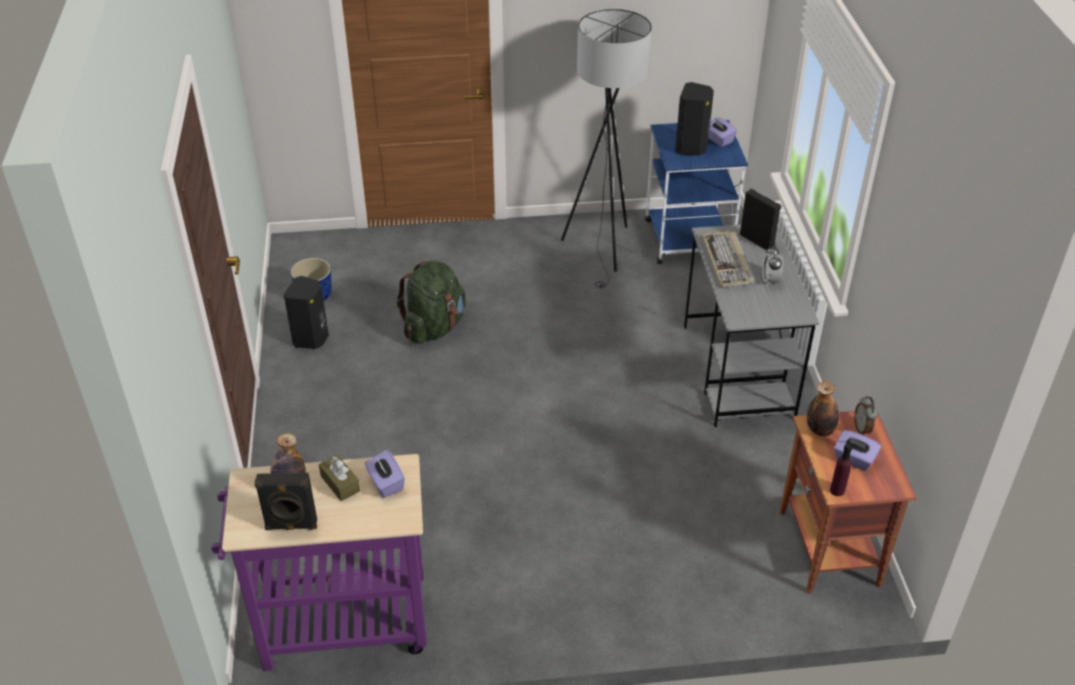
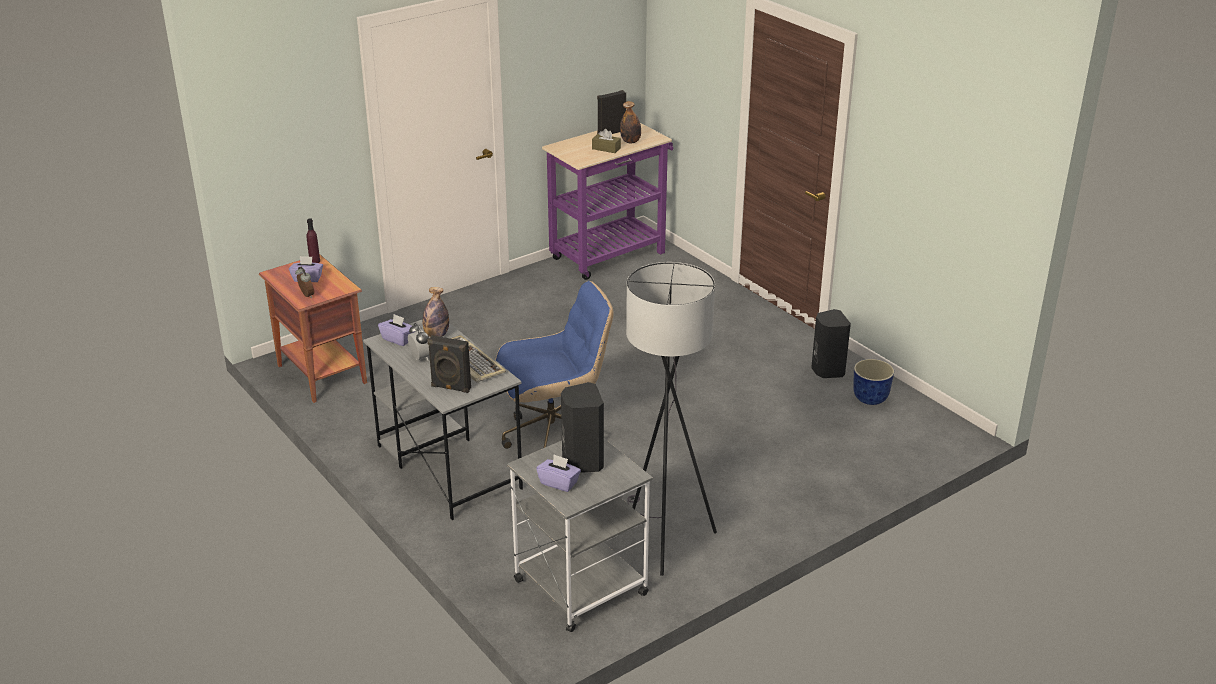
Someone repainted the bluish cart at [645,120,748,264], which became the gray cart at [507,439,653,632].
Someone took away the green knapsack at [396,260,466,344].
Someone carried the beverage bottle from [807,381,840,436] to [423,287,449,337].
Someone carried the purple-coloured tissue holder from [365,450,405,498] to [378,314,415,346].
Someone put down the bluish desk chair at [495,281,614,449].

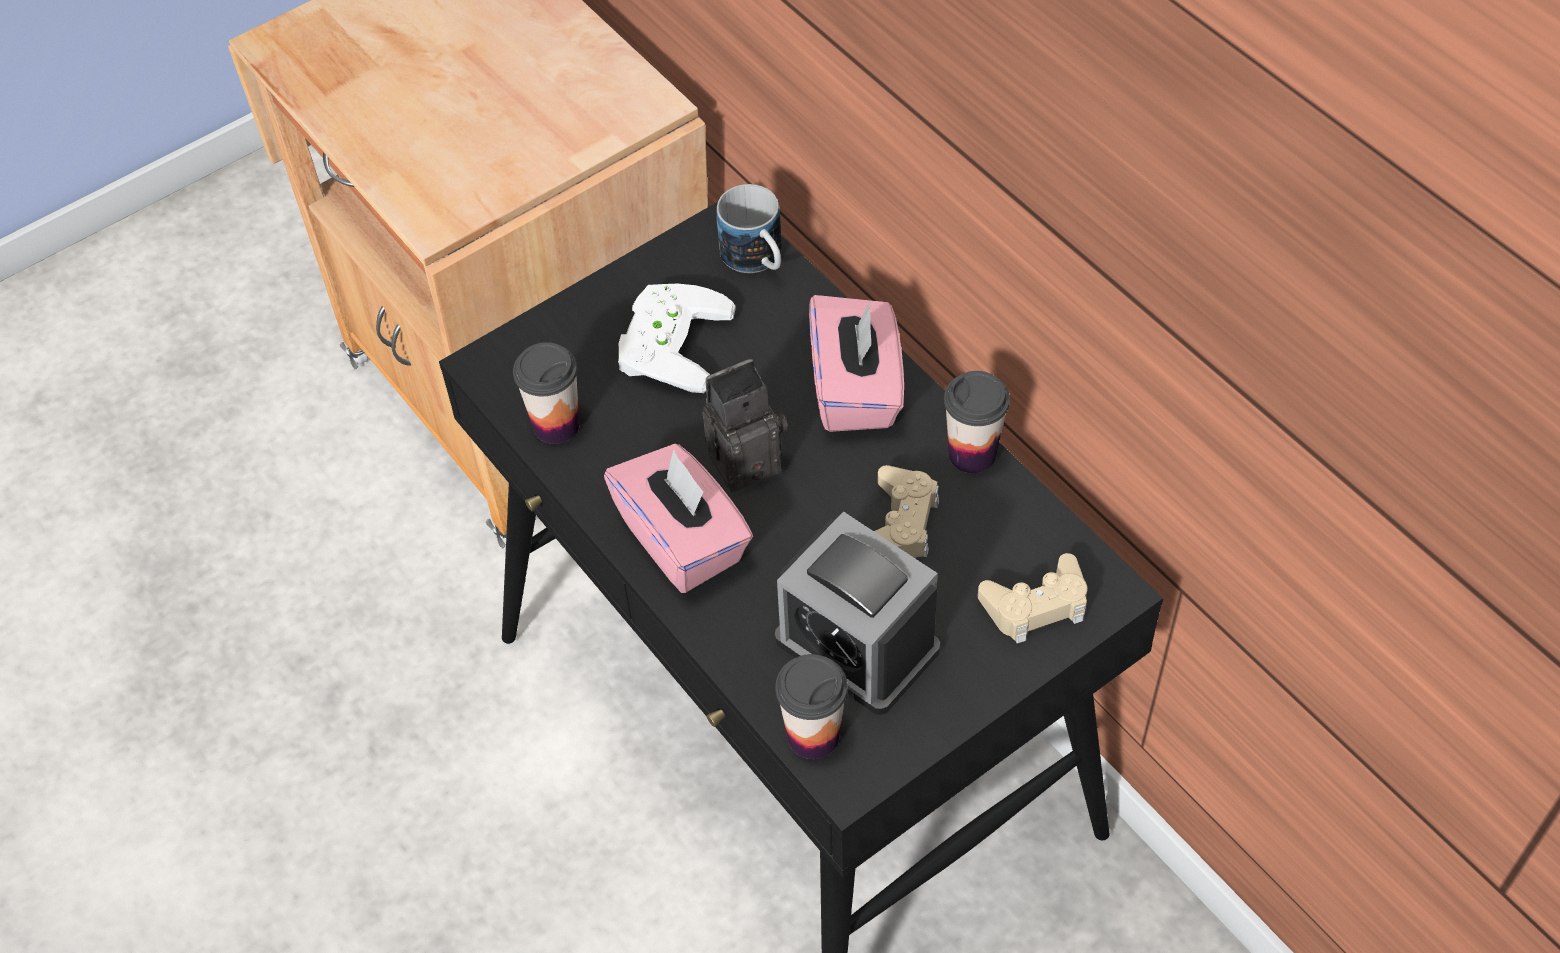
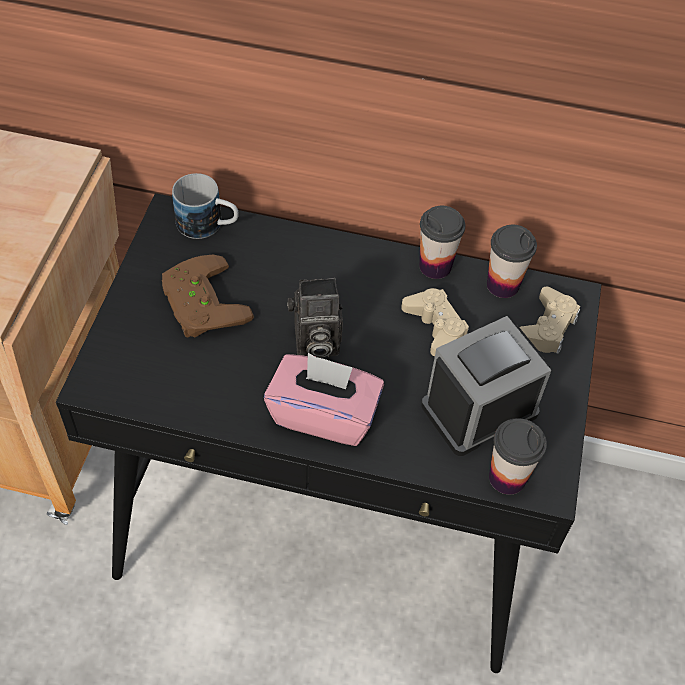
Someone repainted the whitish game controller at [618,284,736,393], which became the brown game controller at [162,255,254,337].
Someone took away the pinkish tissue holder at [809,295,904,432].
Someone carried the drinking cup from [513,342,580,444] to [487,225,537,298].
Someone rotated the still camera at [702,359,788,492] by 120 degrees counterclockwise.
Someone rotated the alarm clock at [775,511,940,715] by 150 degrees clockwise.

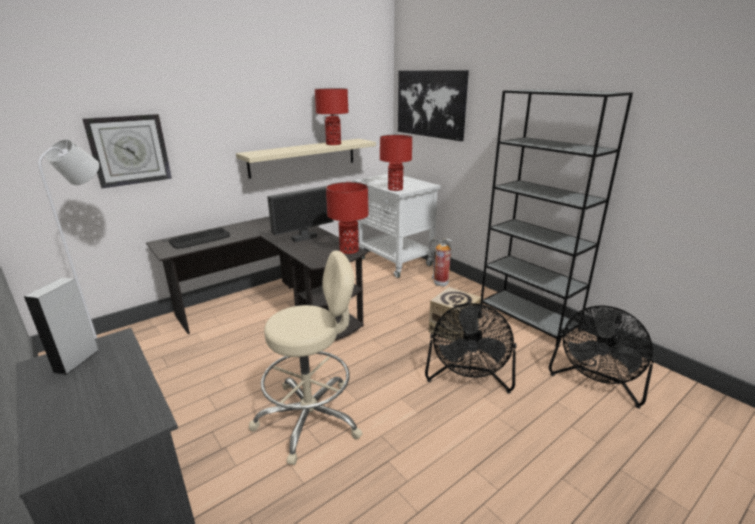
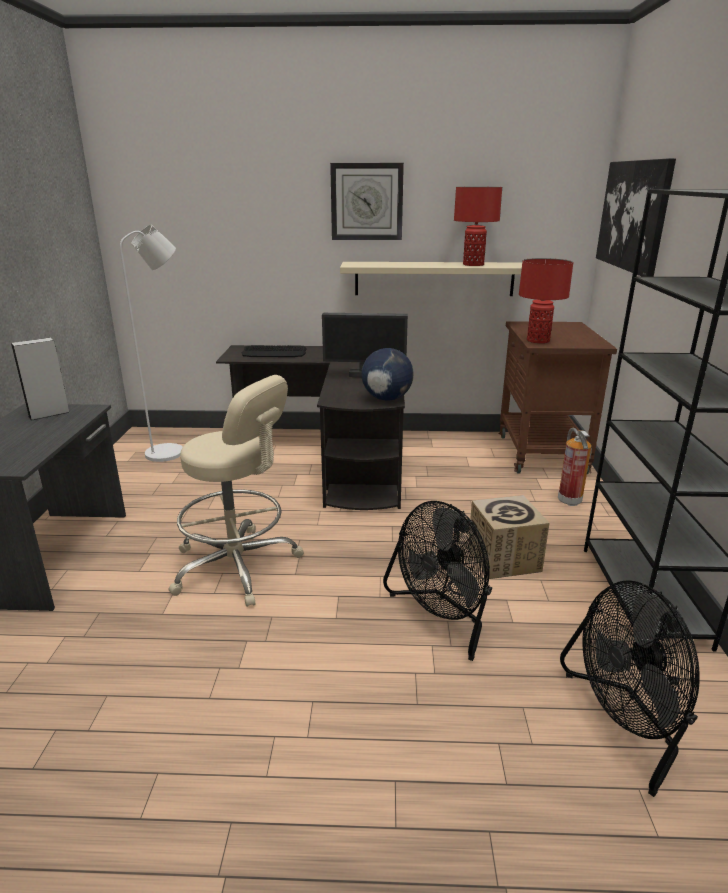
Someone carried the wall clock from [83,114,172,188] to [330,163,404,240].
Someone repainted the whitish cart at [353,174,441,278], which became the brown cart at [499,321,617,474].
Someone swapped the red lamp for a table at [326,182,369,254] for the desk globe at [361,348,414,401].

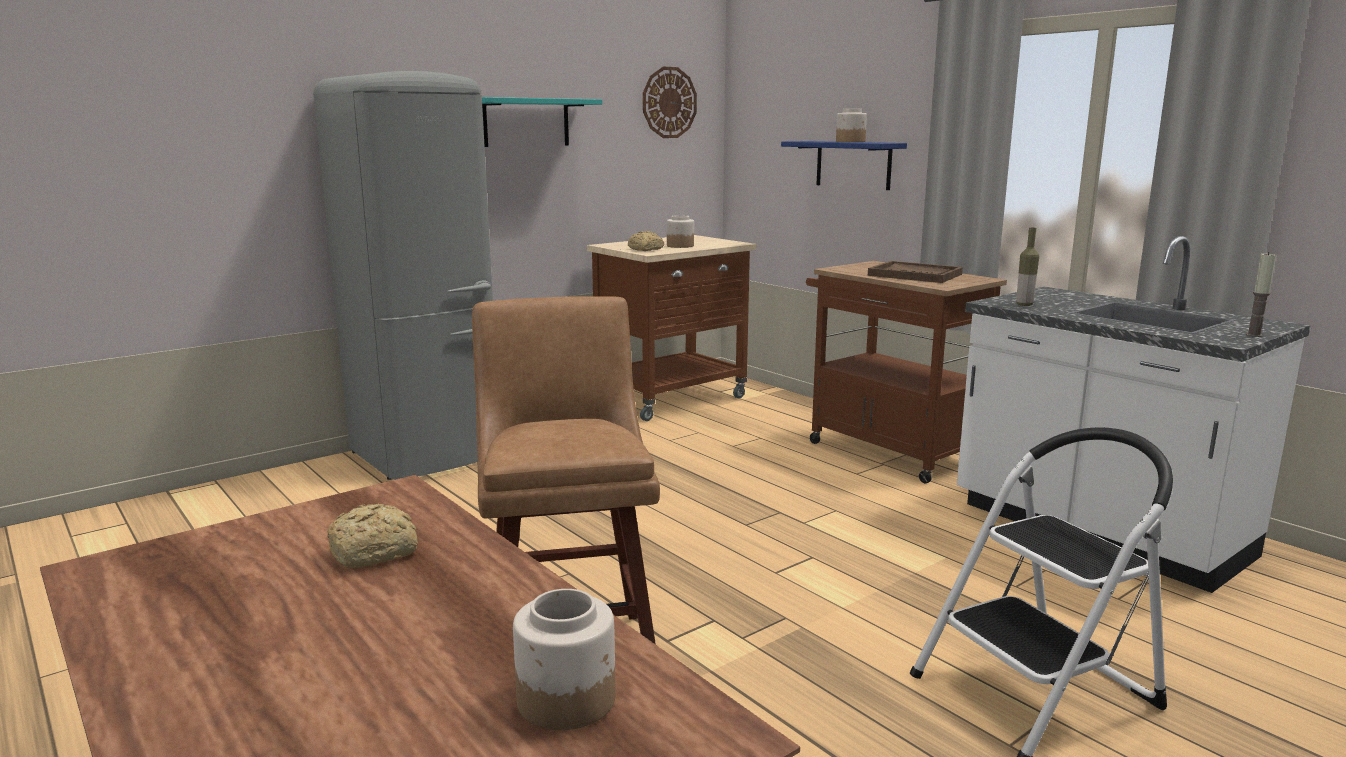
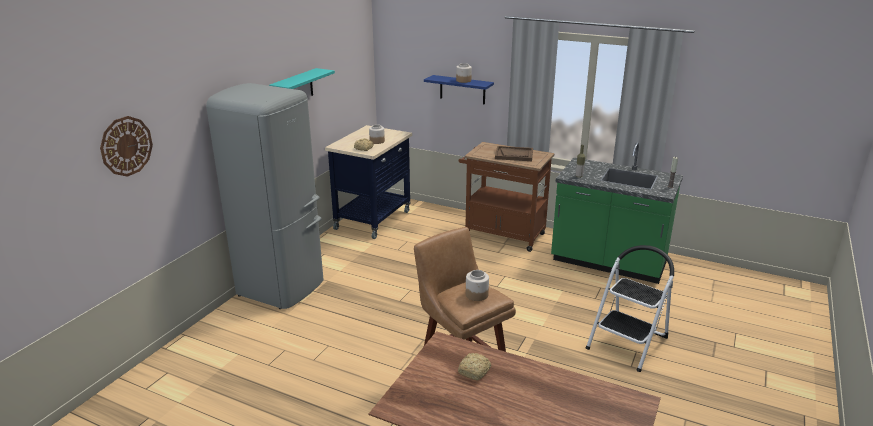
Someone carried the wall clock from [643,67,697,138] to [100,116,153,177].
Someone repainted the brown cart at [587,235,756,421], which became the bluish cart at [325,125,412,239].
Someone repainted the whitish kitchen base unit at [957,236,1311,593], which became the green kitchen base unit at [551,142,683,284].
Someone carried the jar from [513,589,616,730] to [466,270,489,301].

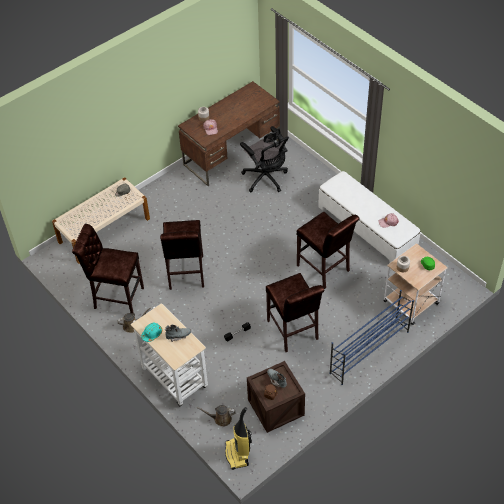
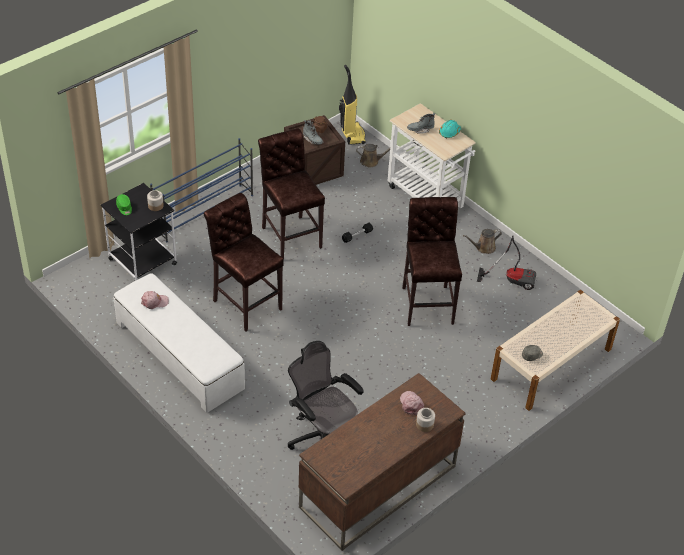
Someone swapped the brown stool at [72,224,144,314] for the vacuum at [477,235,536,290].
Someone repainted the sand-coloured cart at [383,243,448,325], which became the black-coloured cart at [101,183,177,281].

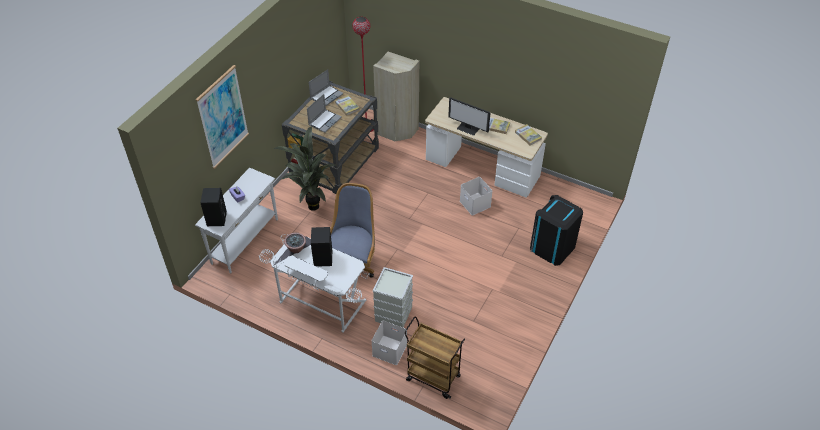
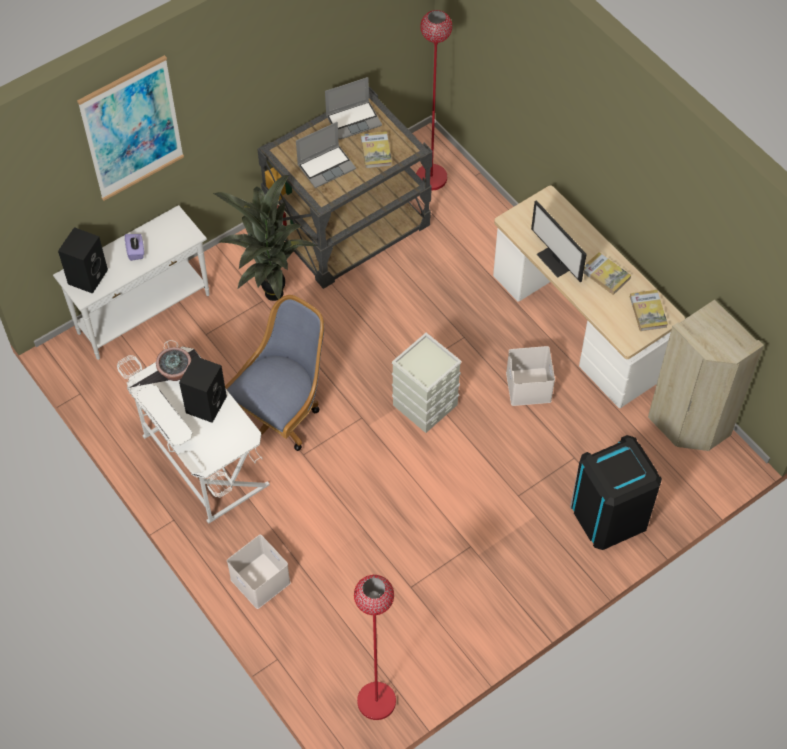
Someone carried the sand-coloured storage cabinet from [373,51,419,141] to [648,300,764,451].
Someone carried the gray storage box from [373,267,413,327] to [392,333,462,433].
Someone took away the brown cart at [405,316,465,399].
Someone put down the red standing lamp at [354,575,396,720].

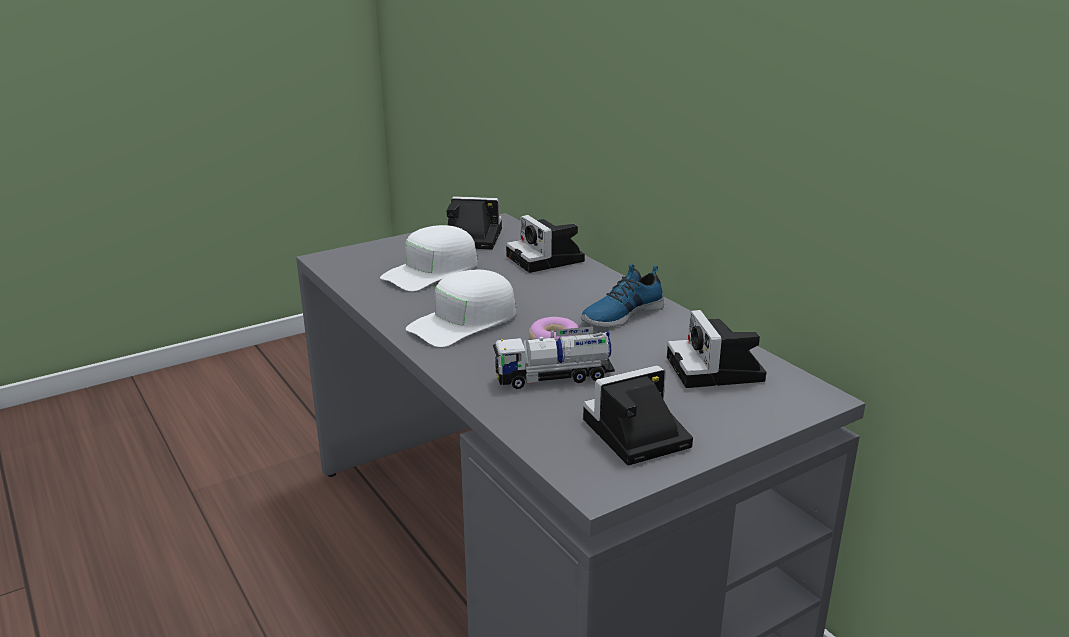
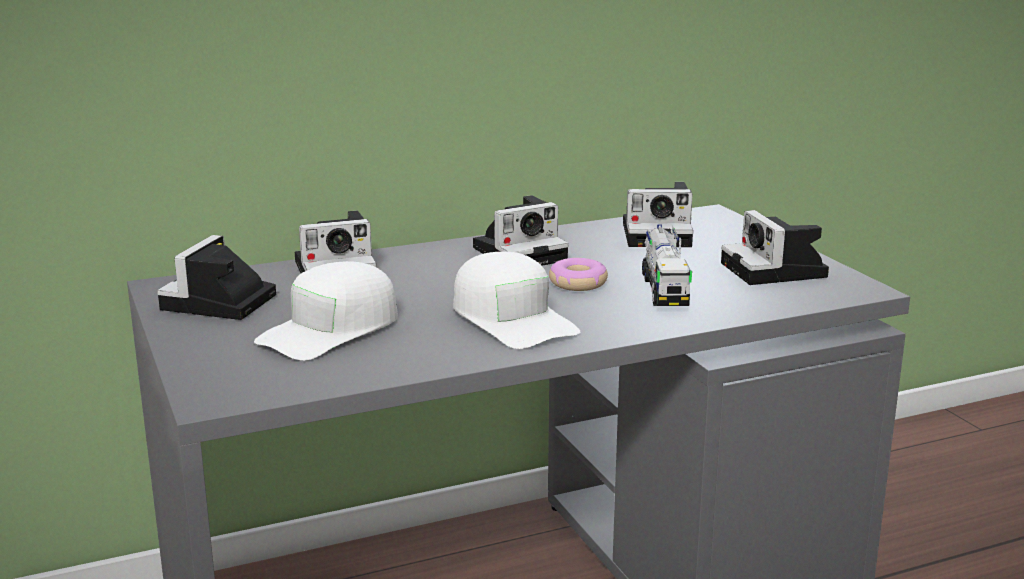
Someone rotated the whitish cap at [380,225,478,291] by 75 degrees clockwise.
Someone swapped the item of footwear at [581,263,664,327] for the still camera at [473,195,568,266].

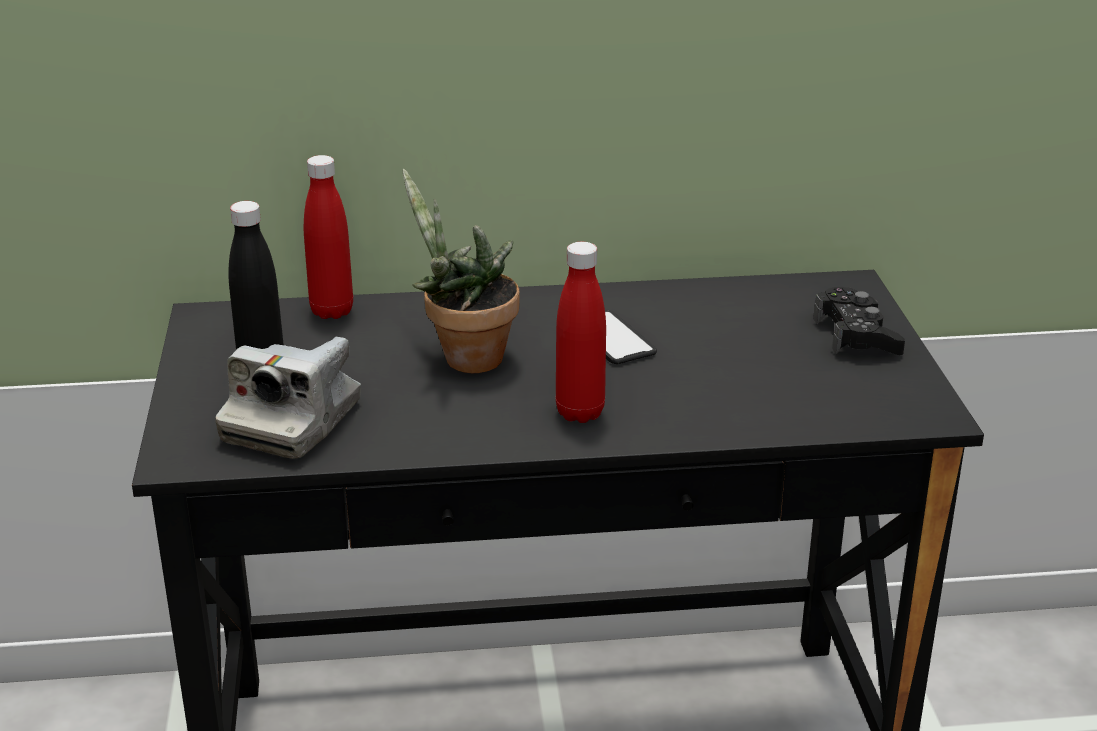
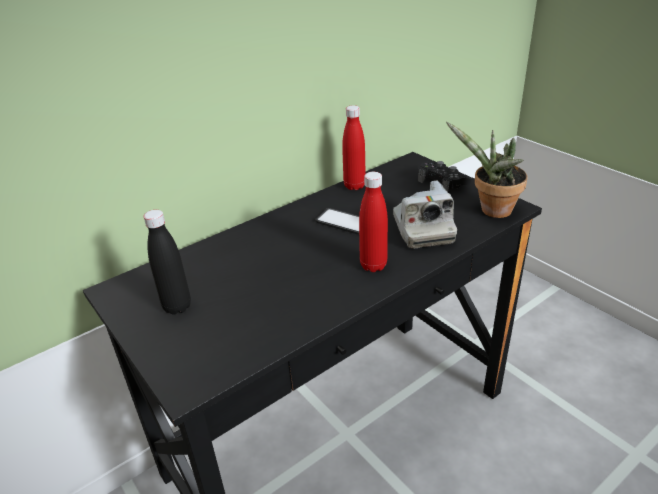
Someone carried the red beverage bottle from [304,155,353,319] to [342,105,366,190].
Someone carried the potted plant from [403,168,520,373] to [446,122,528,218].
Someone carried the still camera from [215,337,361,459] to [393,180,457,249].

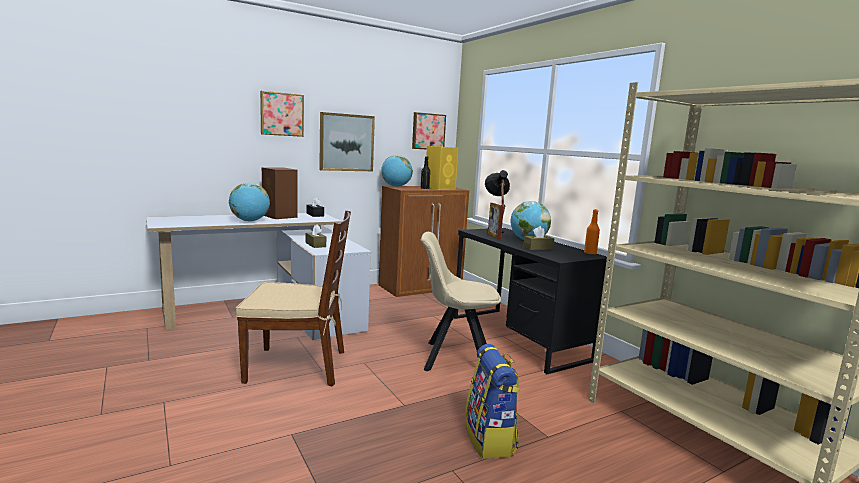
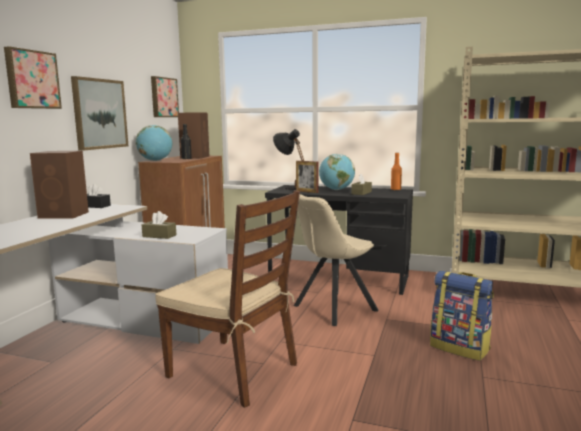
Someone repainted the yellow-coloured speaker at [426,146,458,190], which became the brown speaker at [178,112,209,158].
Someone took away the desk globe at [229,183,270,222].
Someone rotated the brown plain chair at [236,210,351,386] by 75 degrees clockwise.

